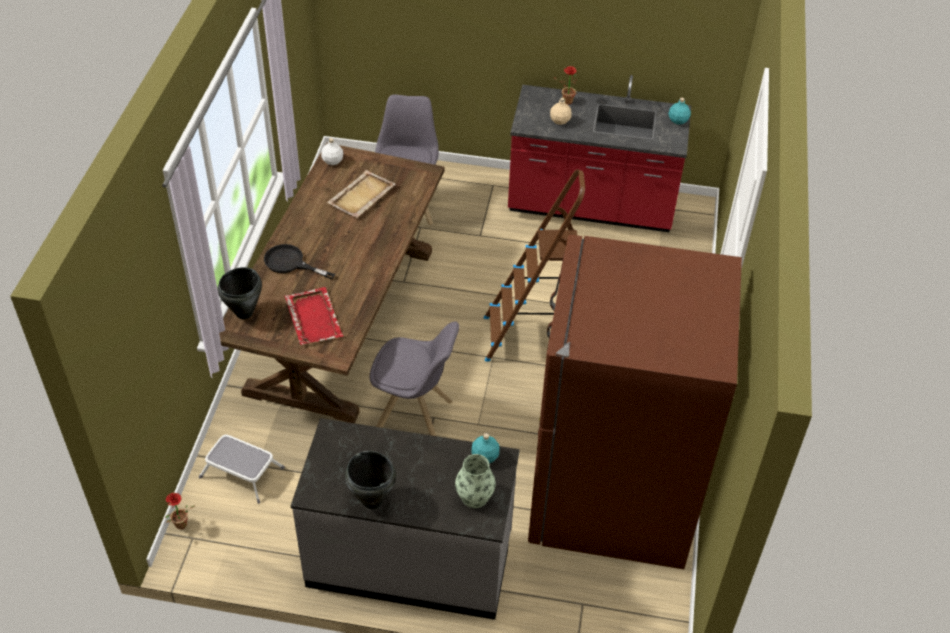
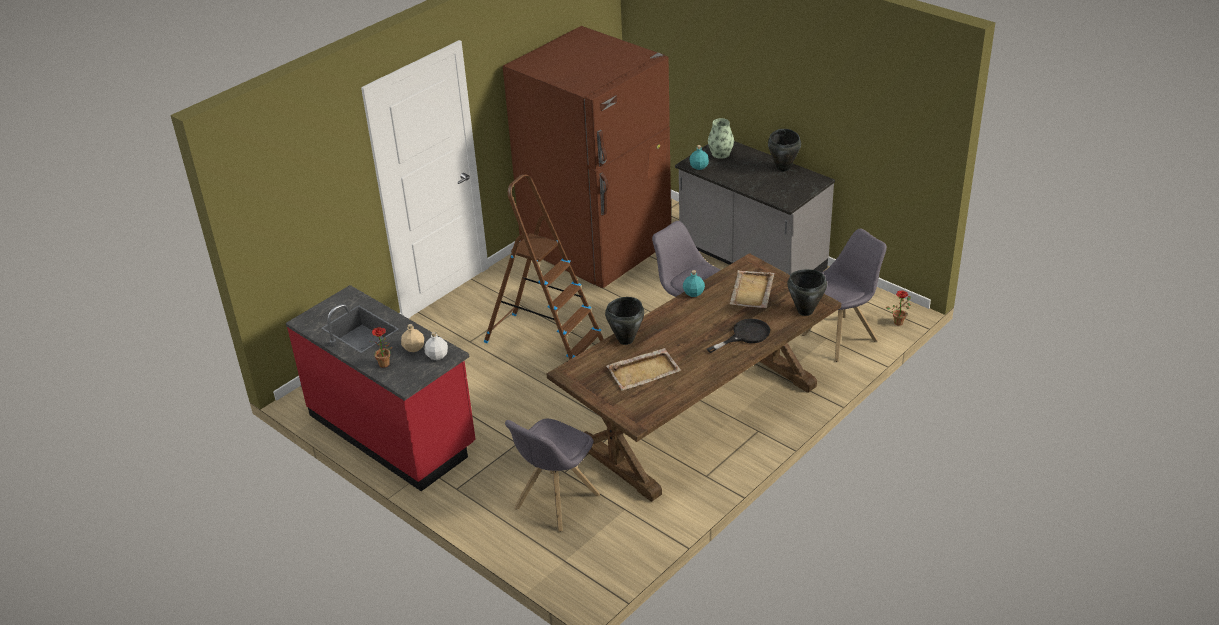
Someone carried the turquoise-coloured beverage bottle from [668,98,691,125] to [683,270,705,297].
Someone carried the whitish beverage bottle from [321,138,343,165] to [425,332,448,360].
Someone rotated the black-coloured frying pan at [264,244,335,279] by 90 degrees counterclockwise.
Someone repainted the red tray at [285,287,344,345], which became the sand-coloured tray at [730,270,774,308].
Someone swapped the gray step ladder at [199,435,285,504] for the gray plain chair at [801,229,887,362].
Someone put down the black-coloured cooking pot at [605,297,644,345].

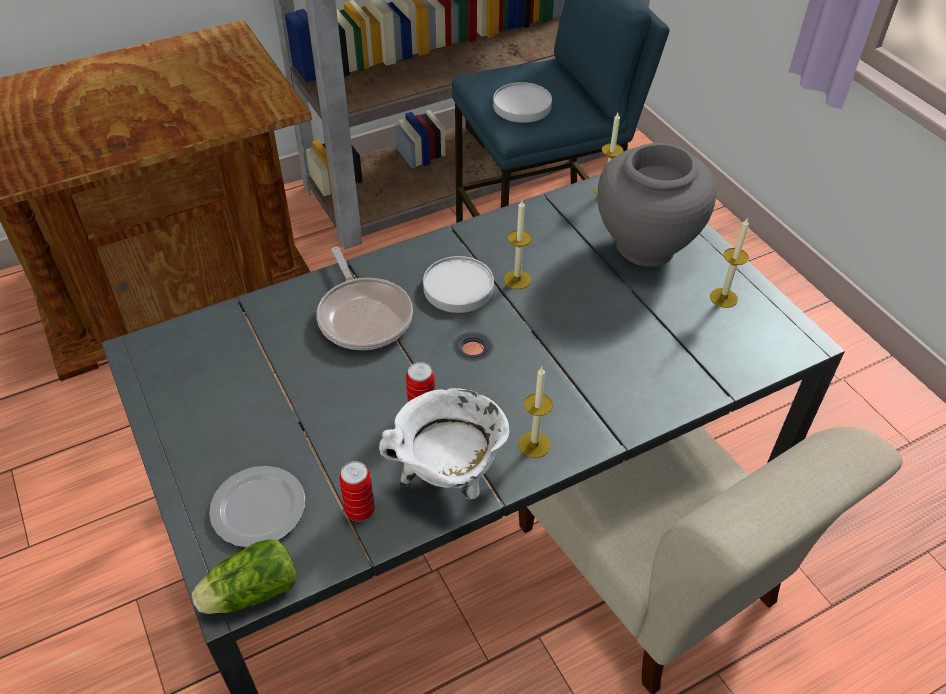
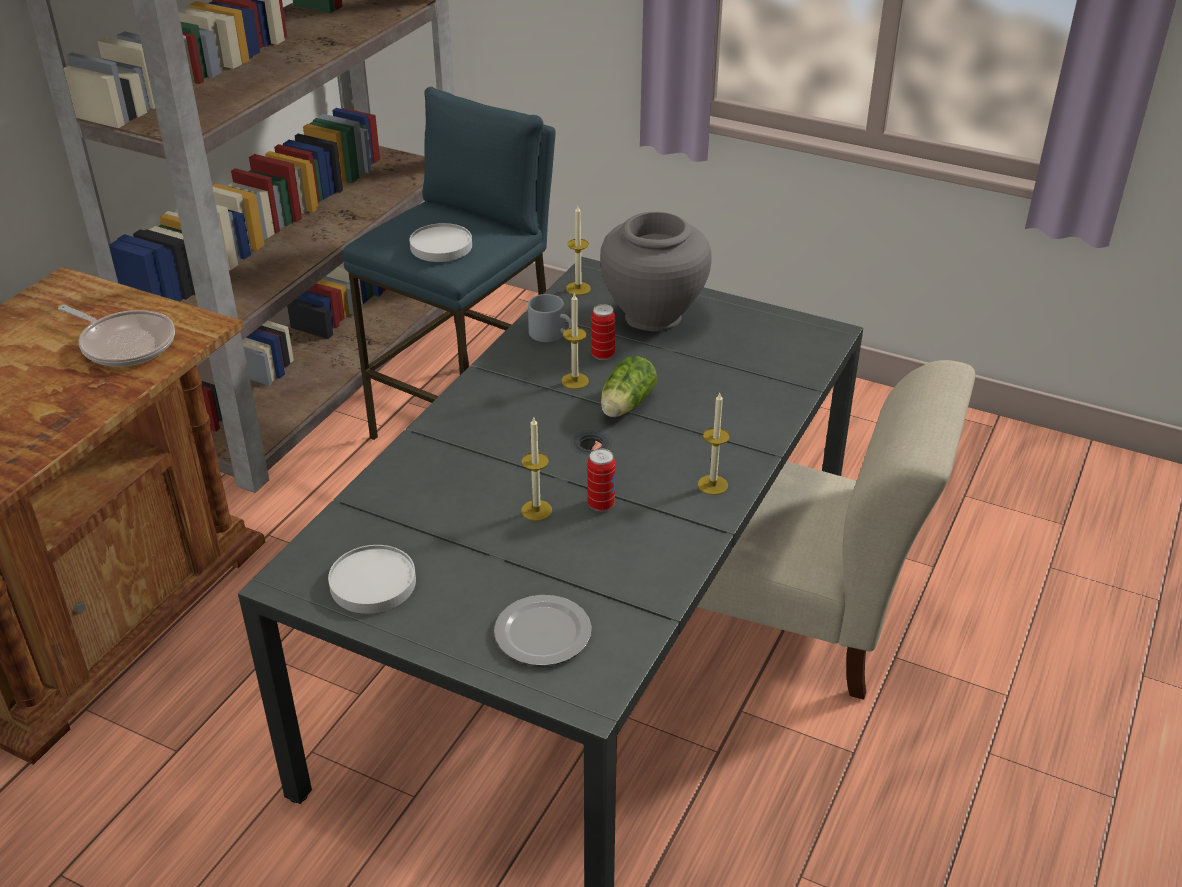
Someone carried the wax light from [710,217,749,308] to [521,416,552,521].
Someone carried the frying pan from [316,247,413,350] to [58,305,175,367].
Someone carried the whitish dinner plate from [423,256,494,313] to [328,545,416,614].
Someone took away the whitish cooking pot at [379,388,510,499].
Someone carried the metal can from [339,461,375,522] to [591,304,615,360].
Someone carried the head of lettuce from [192,539,296,614] to [601,356,657,417].
Someone put down the gray coffee mug at [528,294,572,342].

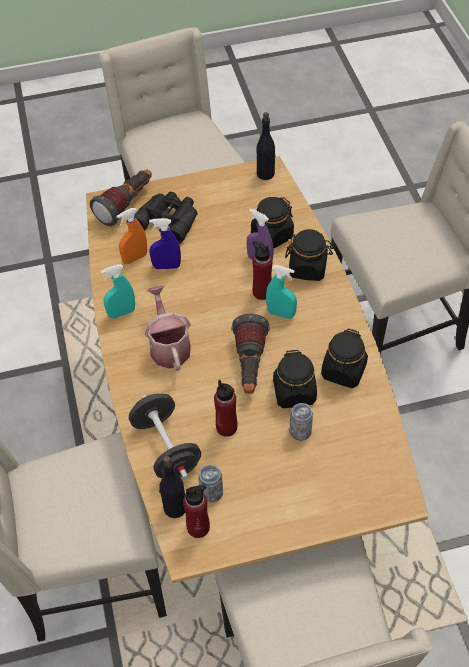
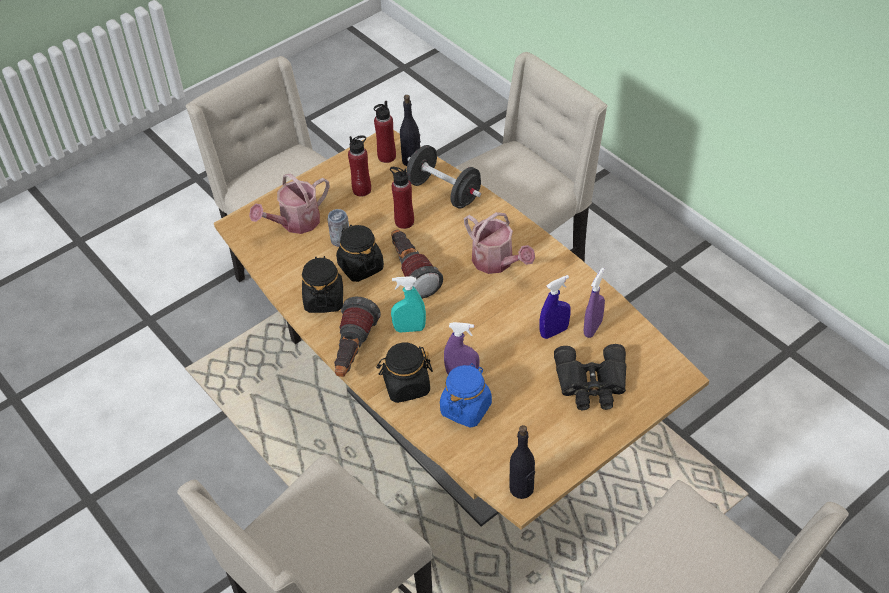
Someone carried the hand torch from [90,169,152,226] to [334,297,381,377].
Someone repainted the black-coloured jar at [251,197,294,249], which became the bluish jar at [440,363,492,428].
Someone repainted the orange hand sprayer at [117,208,147,264], which became the purple-coloured hand sprayer at [584,268,605,338].
Someone carried the red beverage bottle from [252,241,273,300] to [348,135,371,197].
Someone took away the turquoise-coloured hand sprayer at [101,264,135,319].
Someone took away the metal can at [198,465,223,503].
Someone put down the sprinkling can at [249,174,330,234].

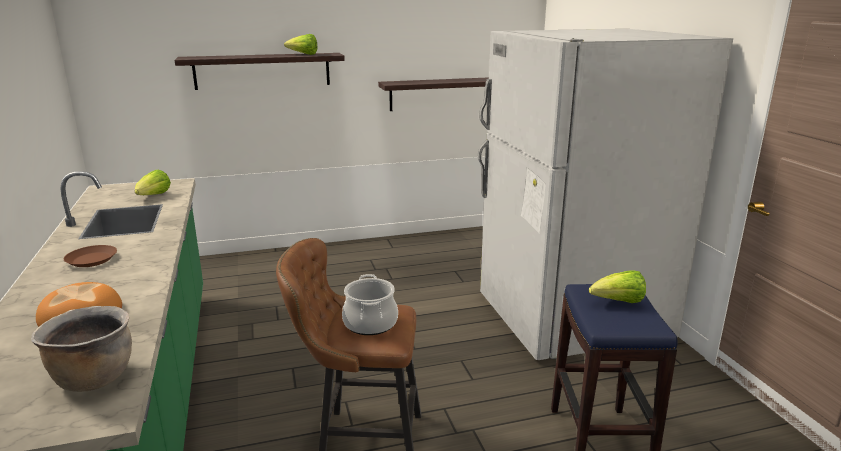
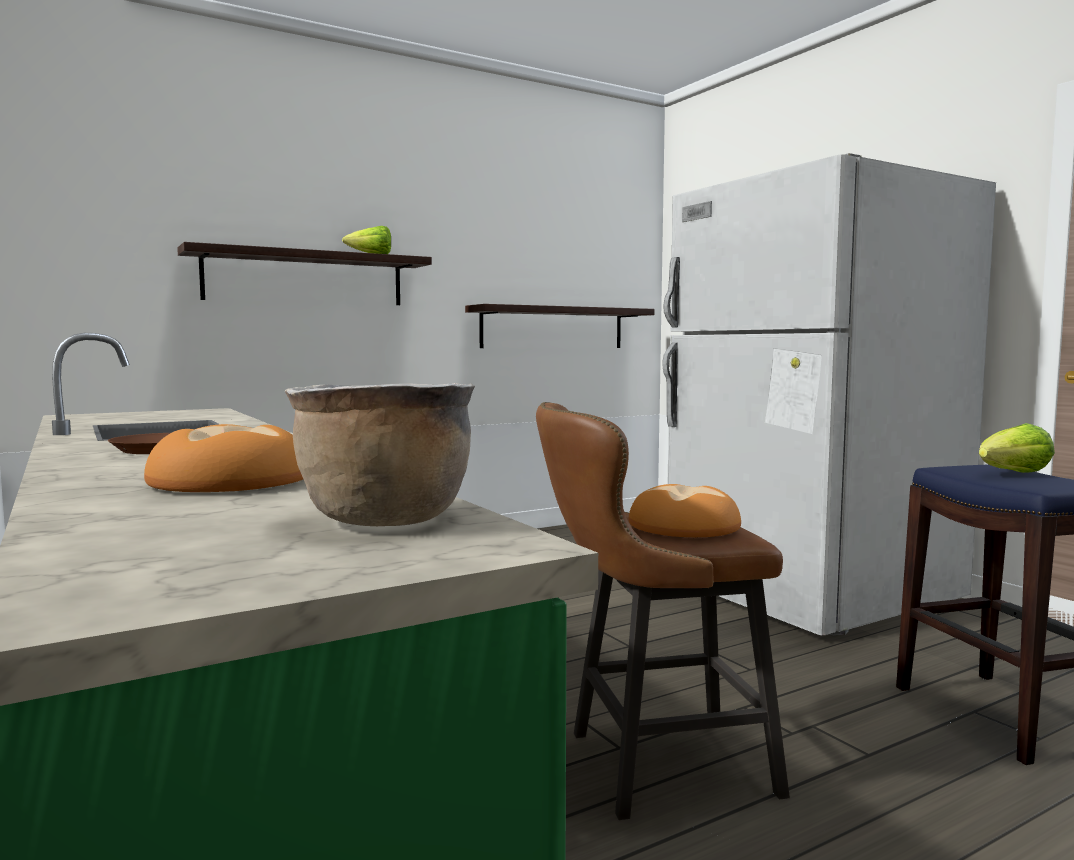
Someone took away the head of lettuce at [135,170,171,195].
Someone swapped the cooking pot at [342,274,398,335] for the bakery bread at [629,484,741,537].

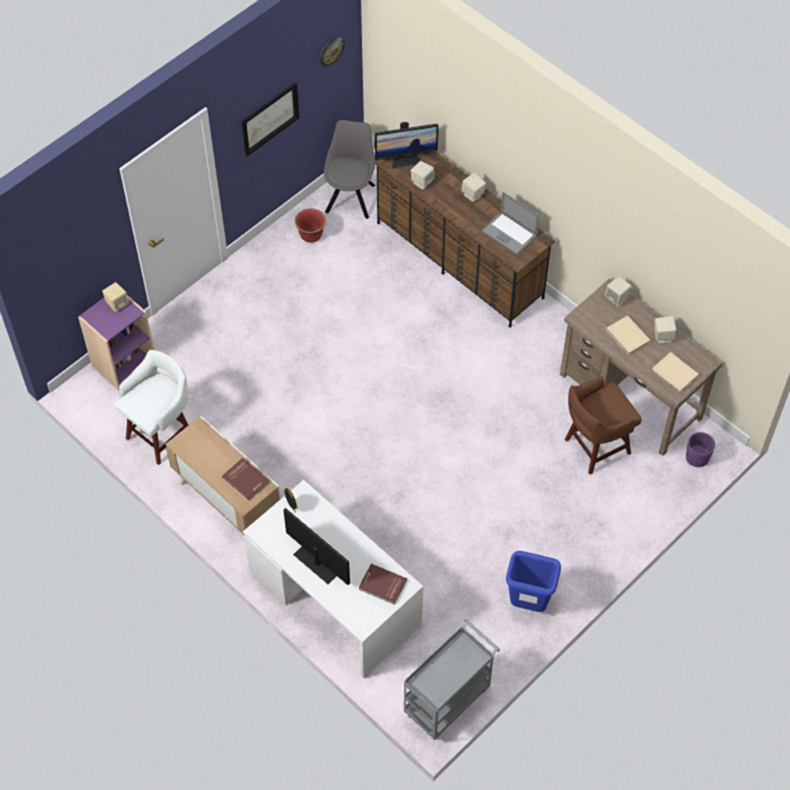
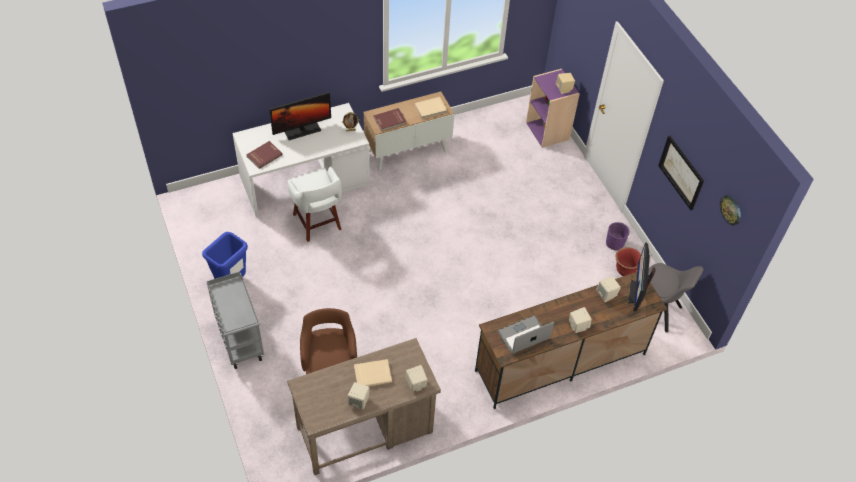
Someone carried the whitish stool from [114,350,188,465] to [288,167,342,242].
Someone carried the sand-coloured book from [652,352,699,393] to [414,97,447,119].
Someone carried the purple-coloured plant pot from [686,432,715,467] to [606,222,629,251].
Someone carried the gray cart from [404,619,500,740] to [207,272,264,369].

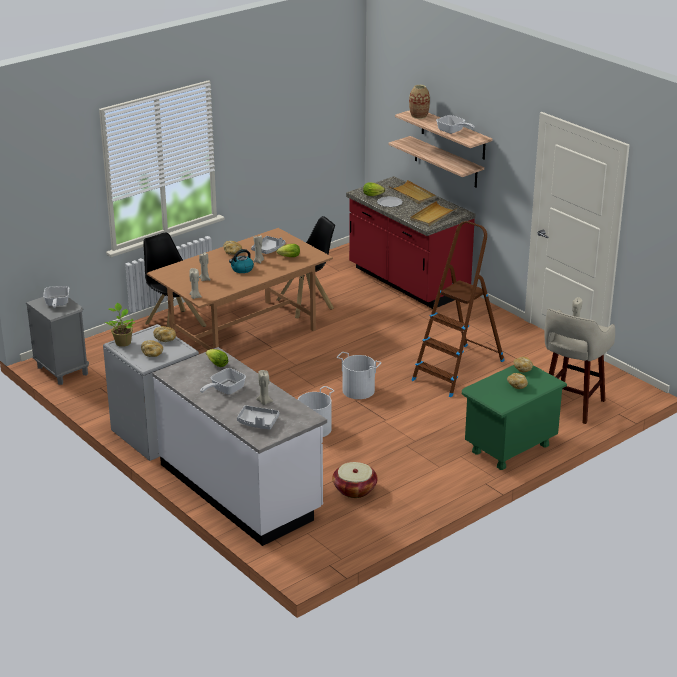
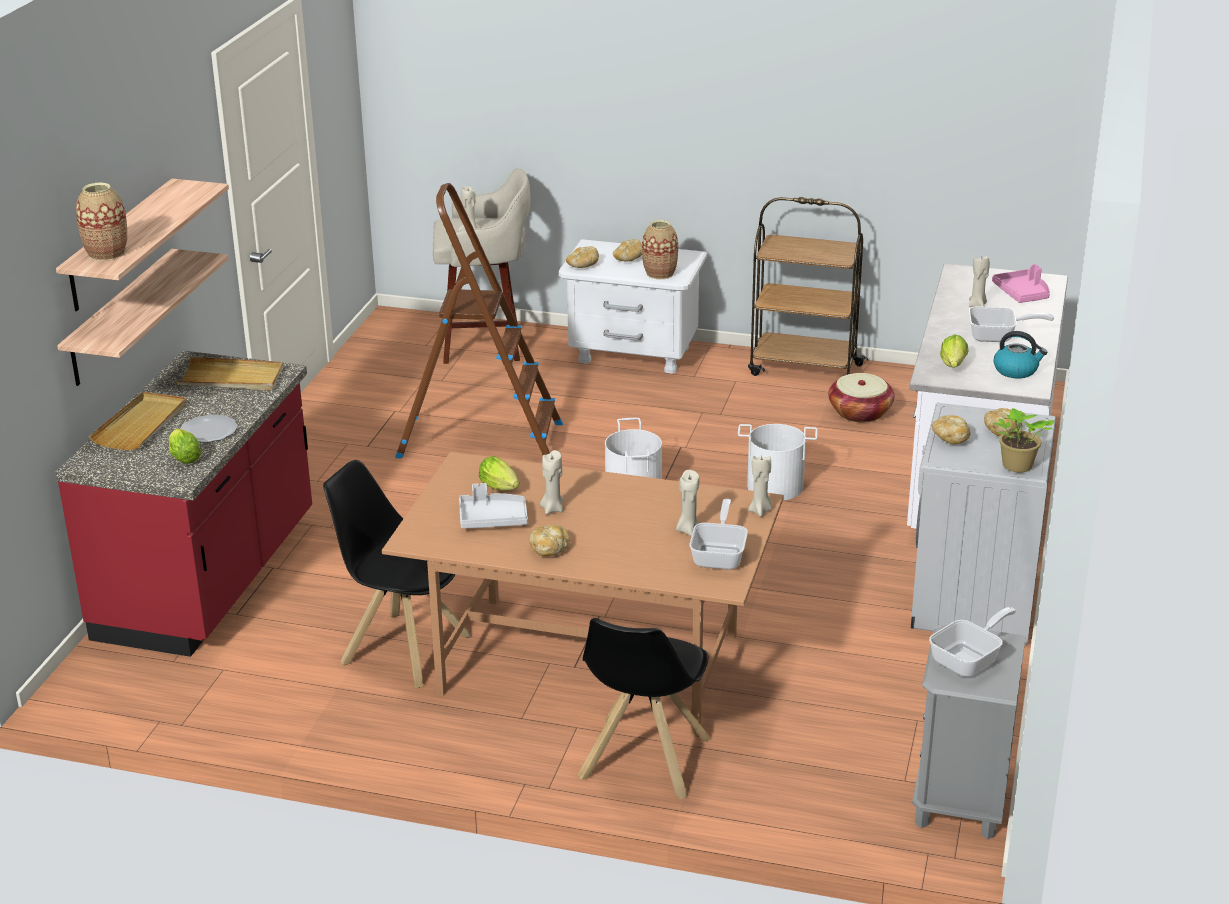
Someone carried the frying pan from [436,115,475,134] to [689,499,748,570].
Someone carried the kettle from [229,249,254,273] to [994,331,1047,378].
Someone repainted the green night table at [462,365,567,470], which became the whitish night table at [559,239,707,374].
Someone repainted the gray tray at [237,405,280,430], which became the pinkish tray at [992,264,1050,303].
Someone put down the brown cart at [748,197,869,376].
Someone put down the flower vase at [642,220,678,279].

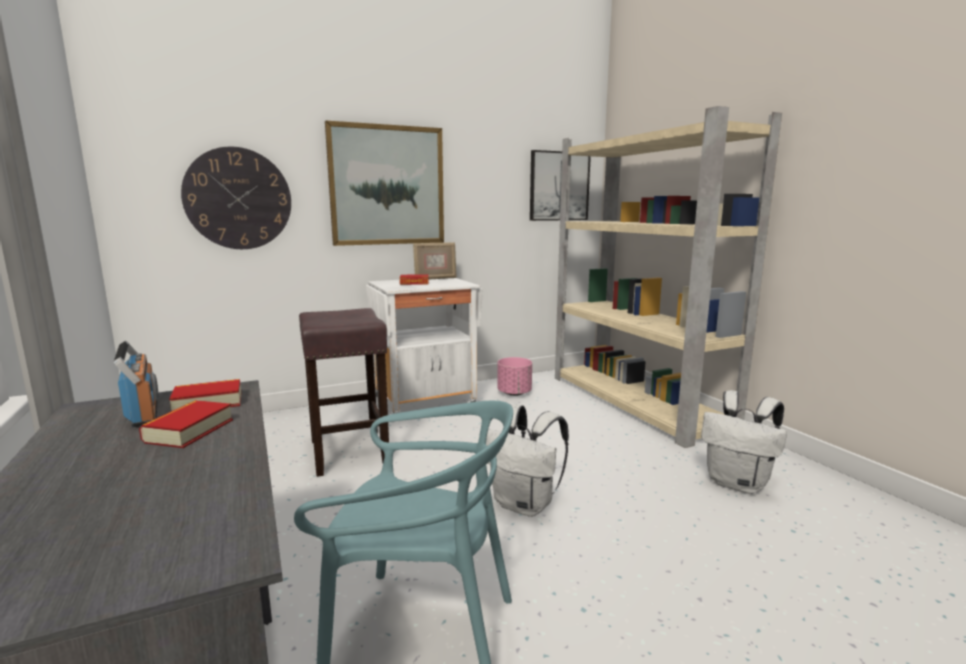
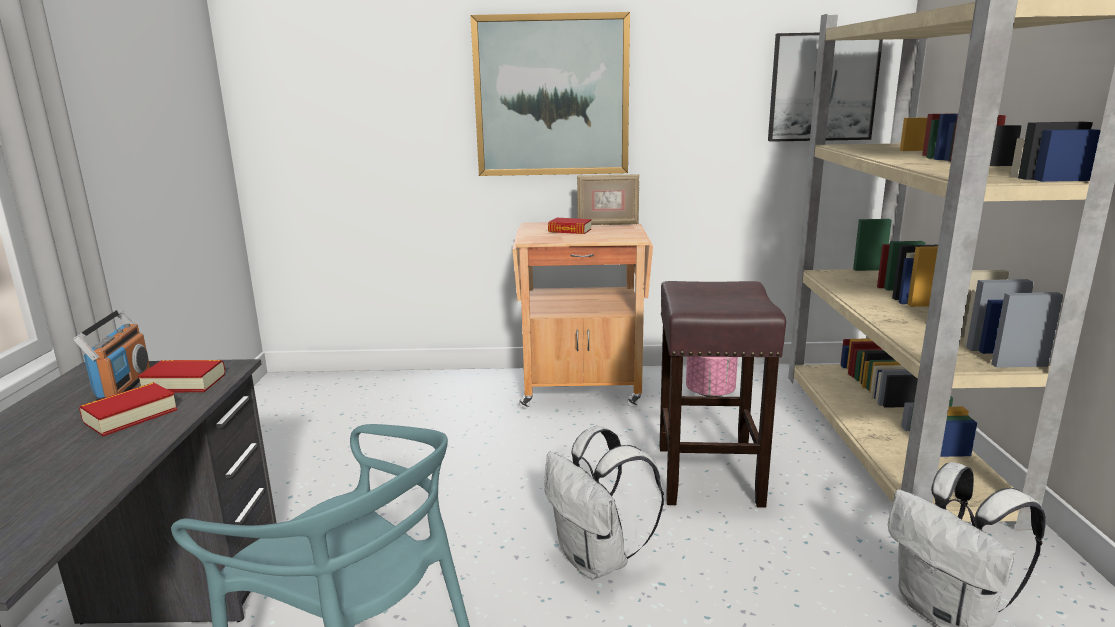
Someone took away the wall clock at [181,147,291,249].
Someone repainted the whitish cart at [366,278,483,422], which became the brown cart at [512,222,653,408].
Someone carried the brown stool from [299,308,389,477] to [659,281,786,508].

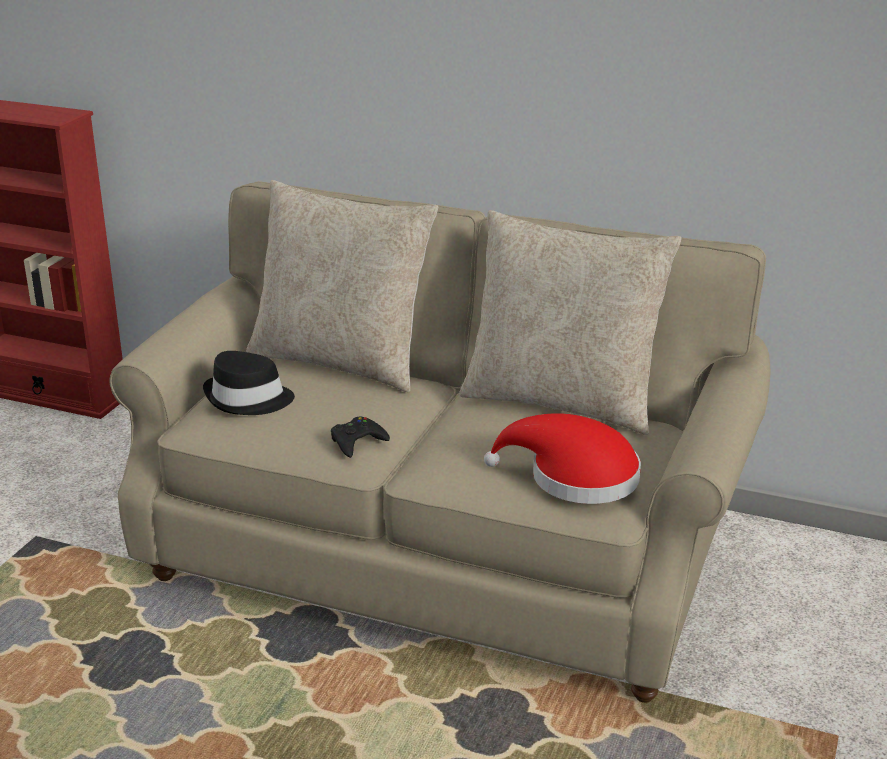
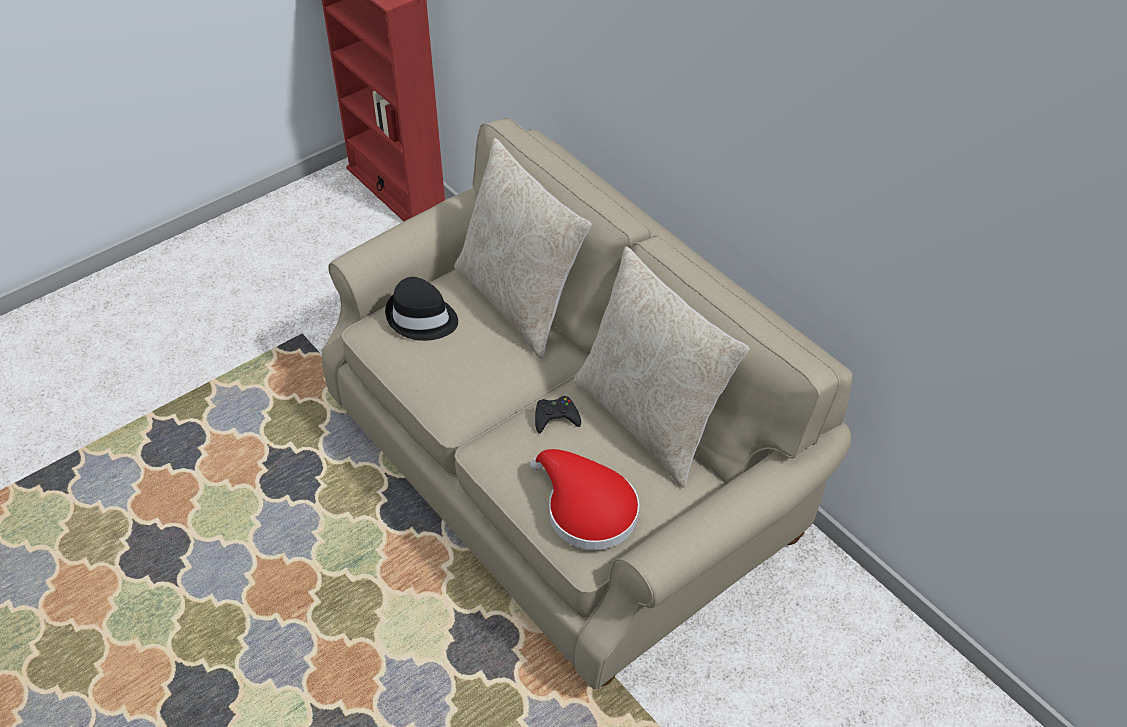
Someone carried the black-coloured game controller from [331,416,390,458] to [535,396,581,433].

